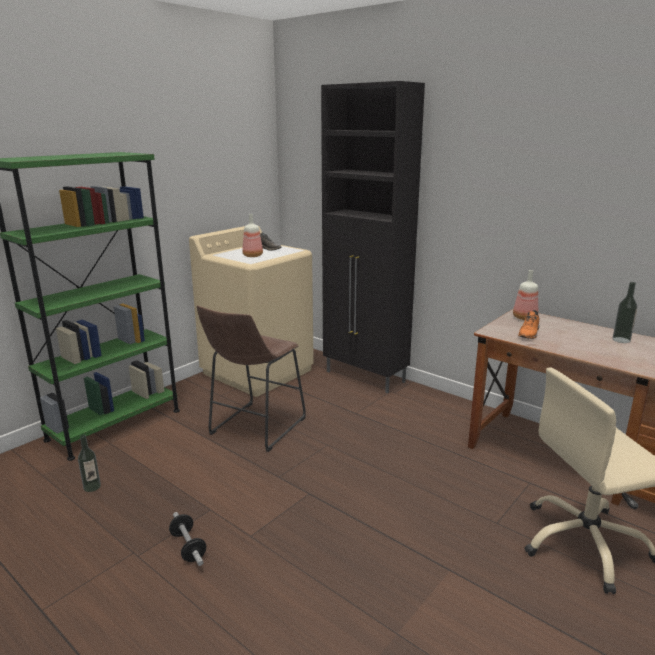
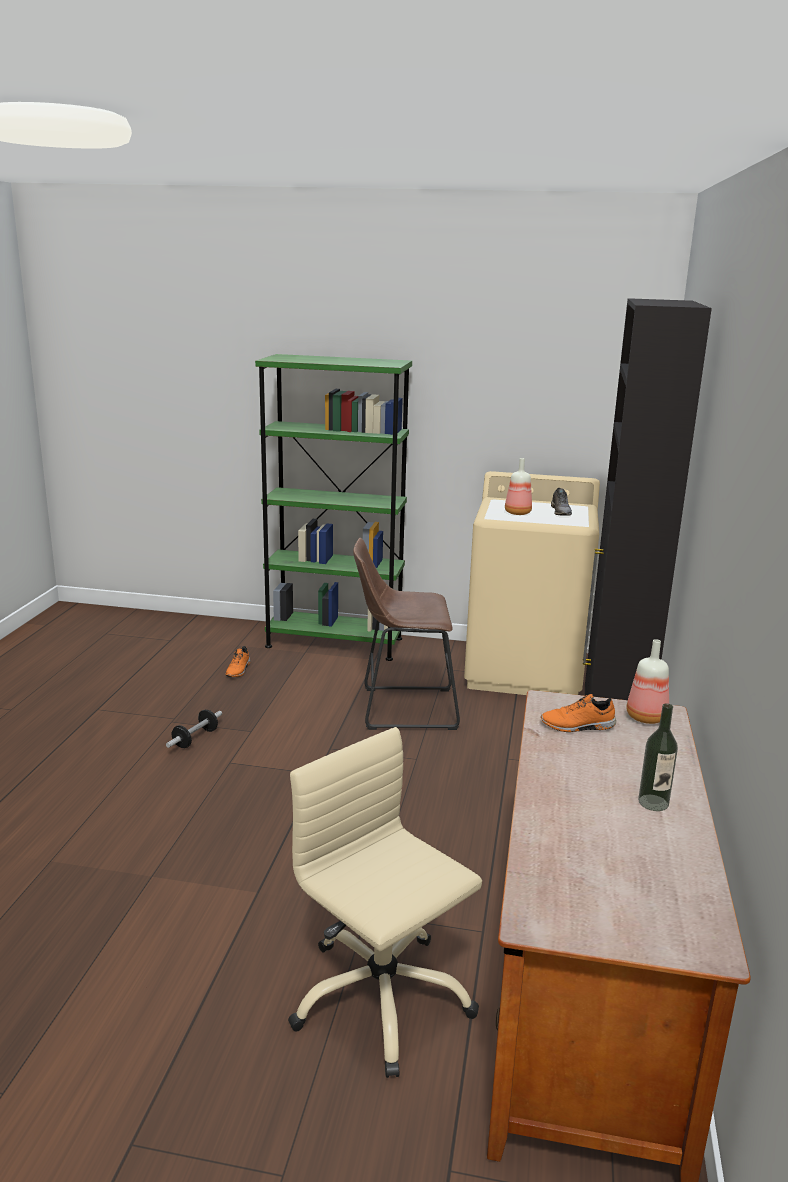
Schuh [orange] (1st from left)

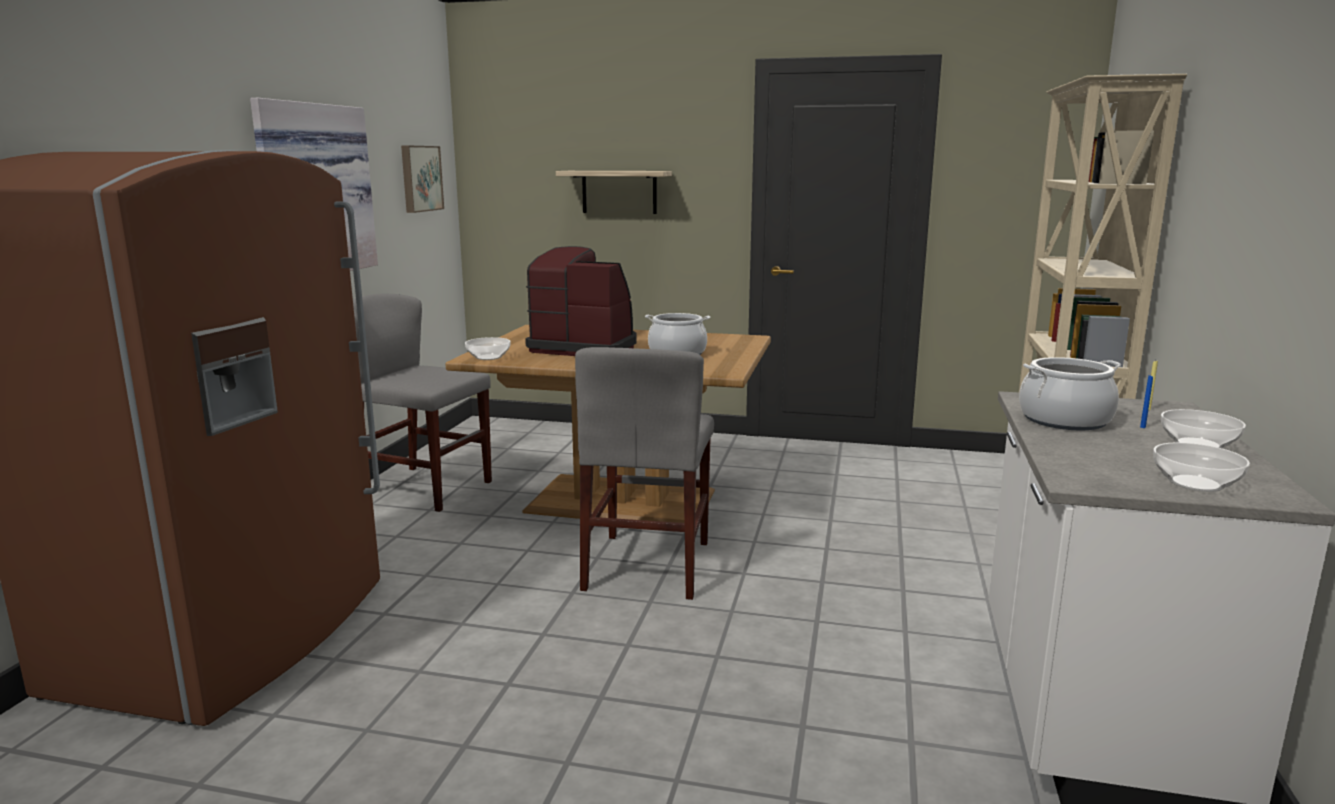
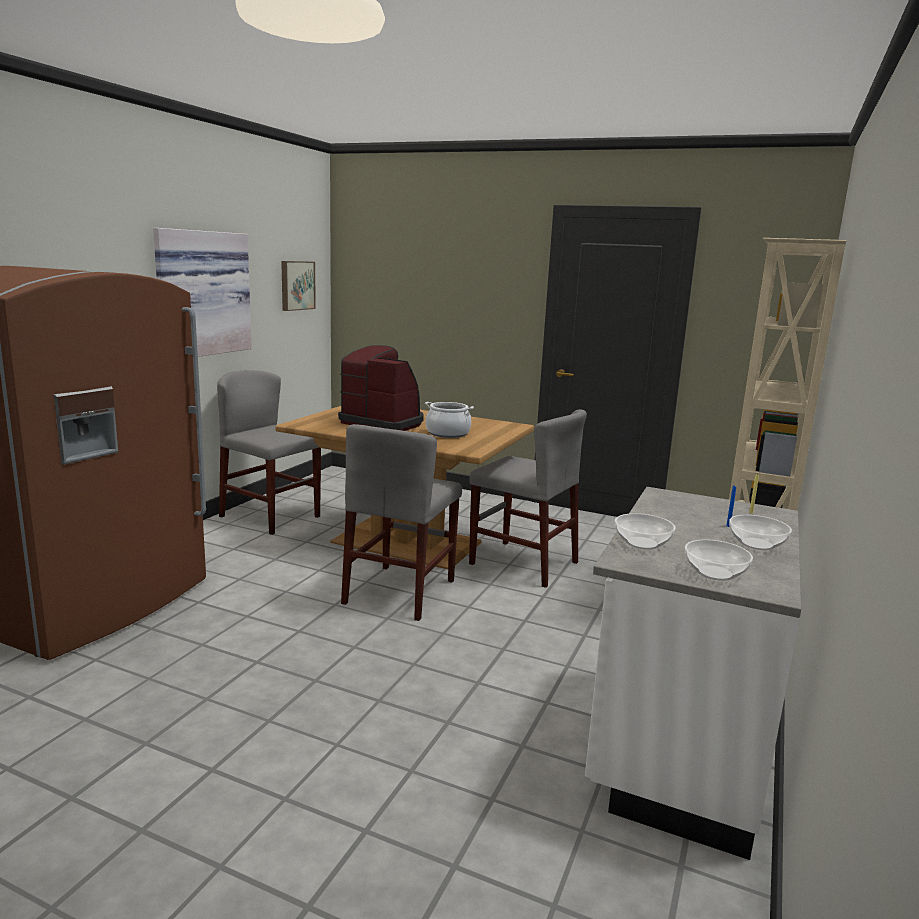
Schüssel (1st from left); Wandregal; Kochtopf (2nd from left in the first image); Stuhl [grau] (3rd from left)

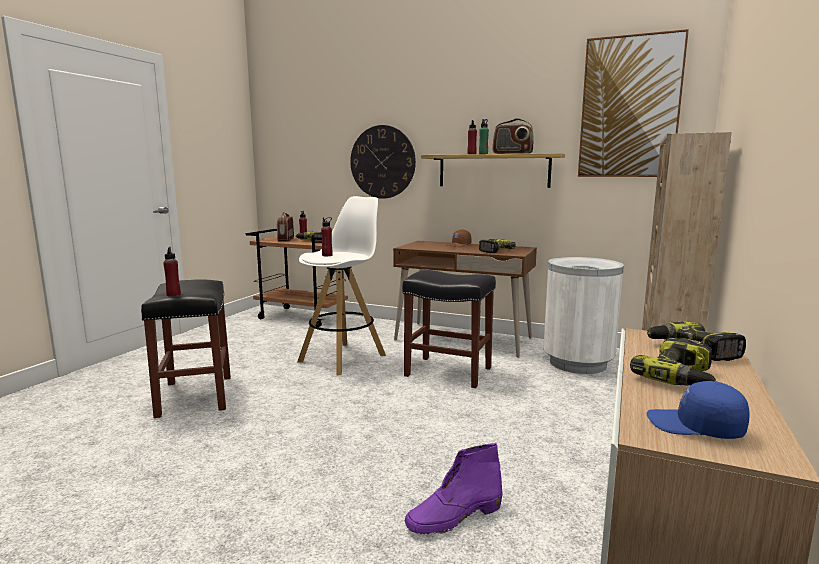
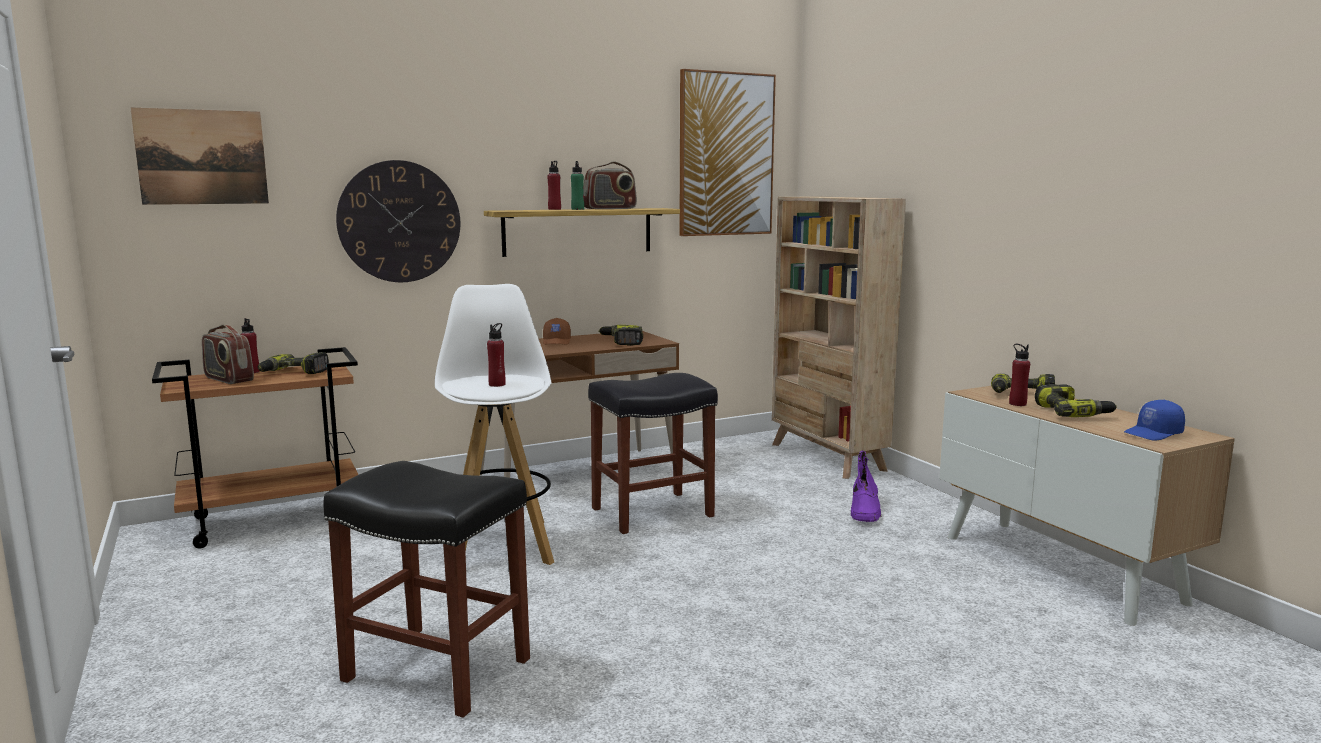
Flasche [rot] (4th from left); Stiefel [lila]; Mülleimer [weiß]; Bild (1st from left)

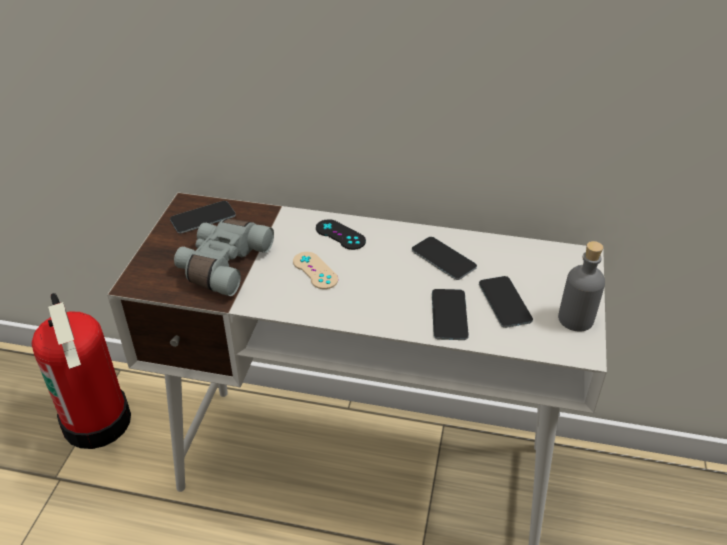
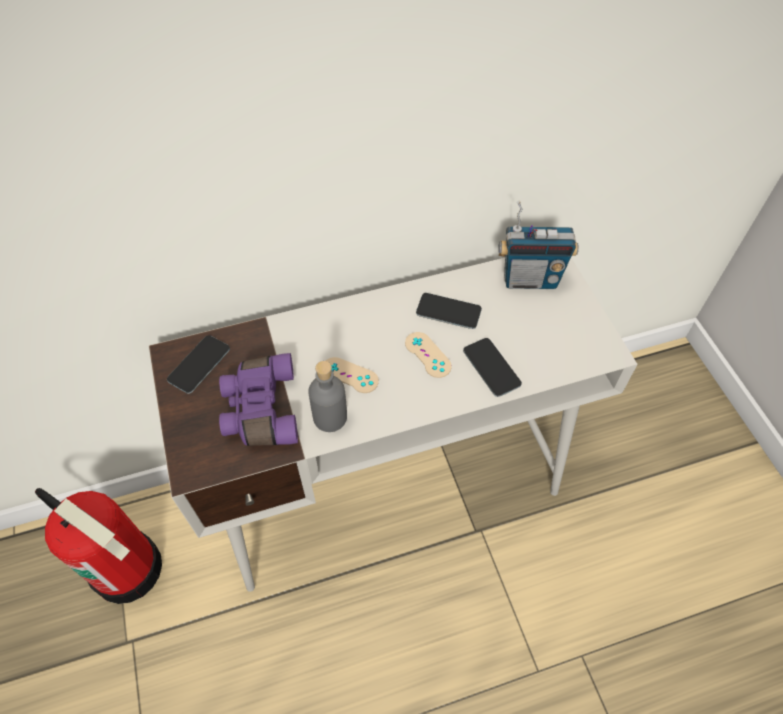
Fernglas [lila]; Gamepad [schwarz]; Handy (4th from left in the first image); Flasche [grau]; Gamepad [beige] (2nd from left); Radio

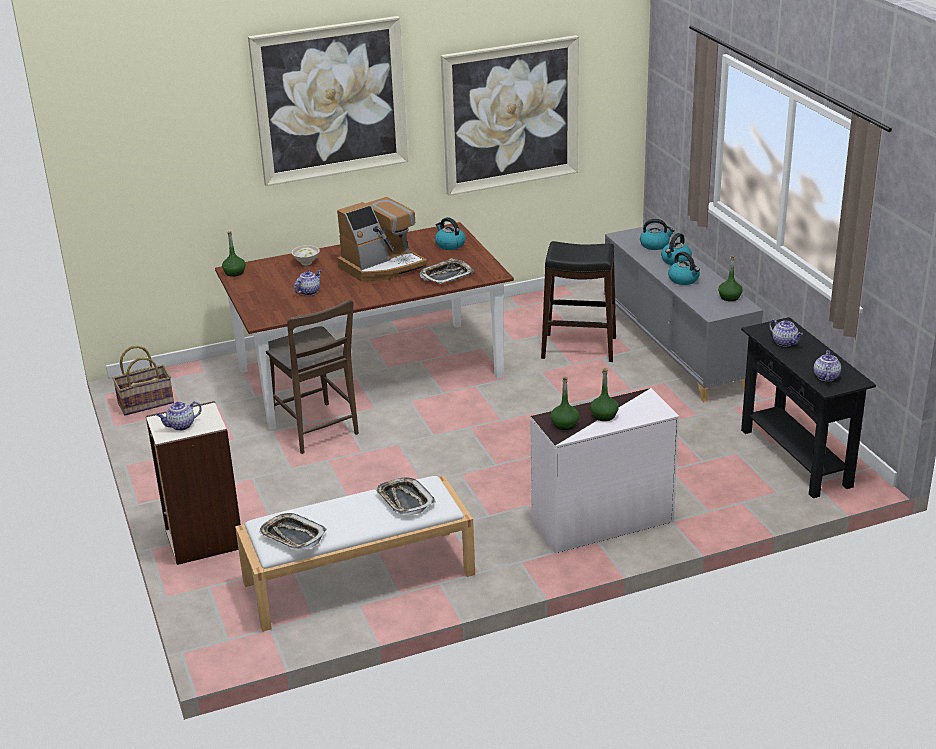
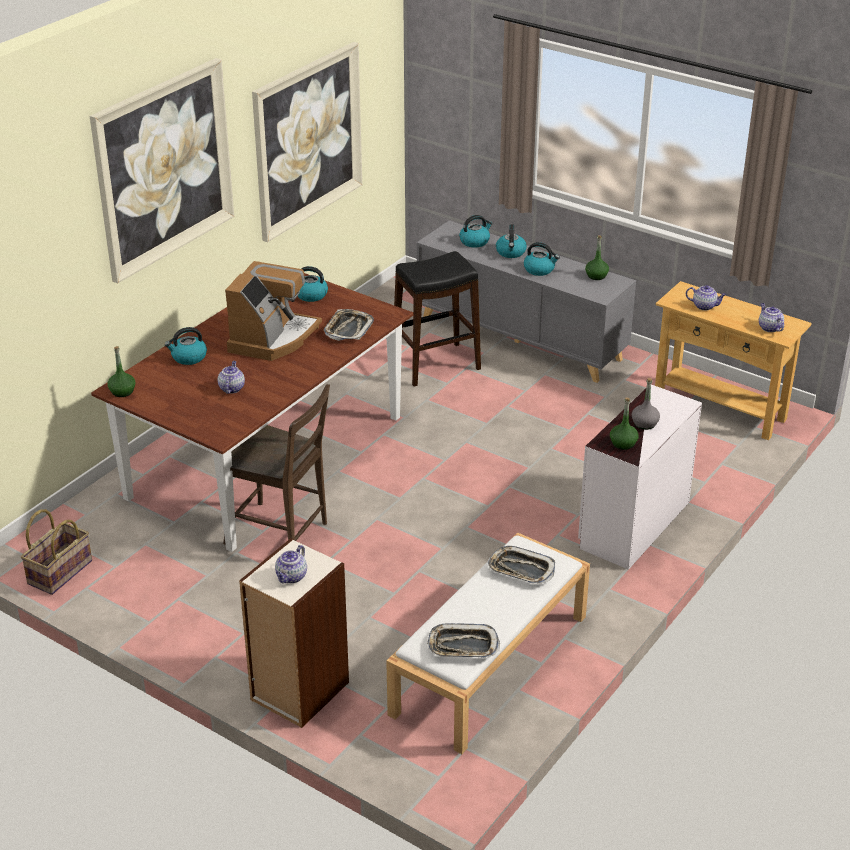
Wasserkessel (1st from left); Flasche [grau]; Konsolentisch [beige]

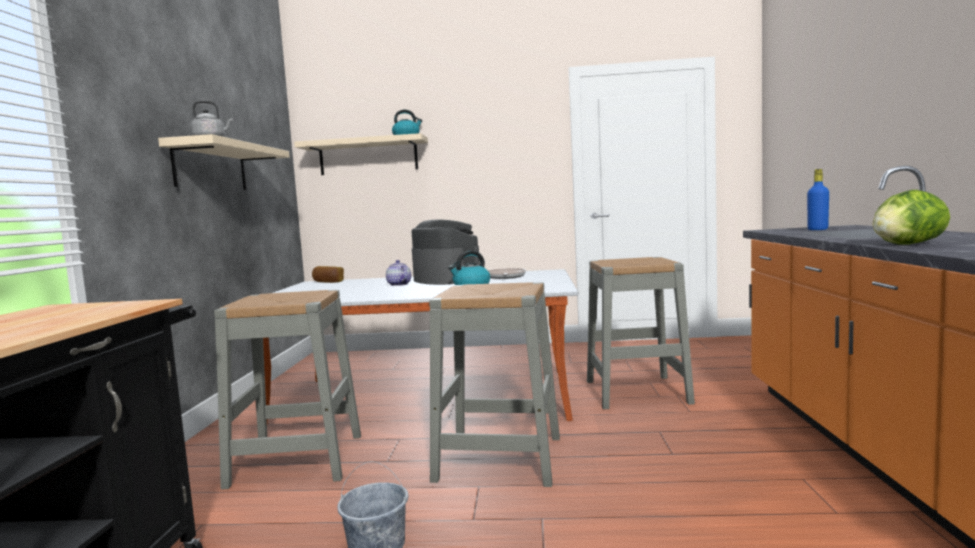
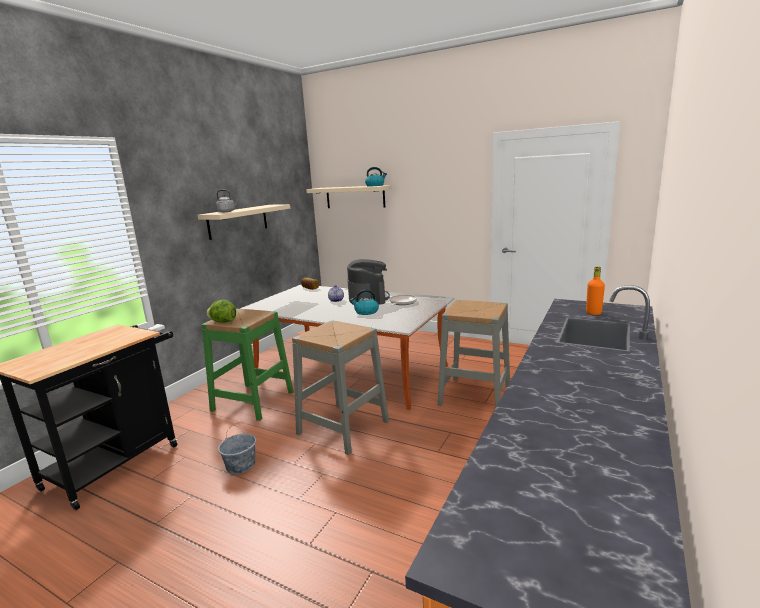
Hocker [grün]; Flasche [orange]; Salatkopf

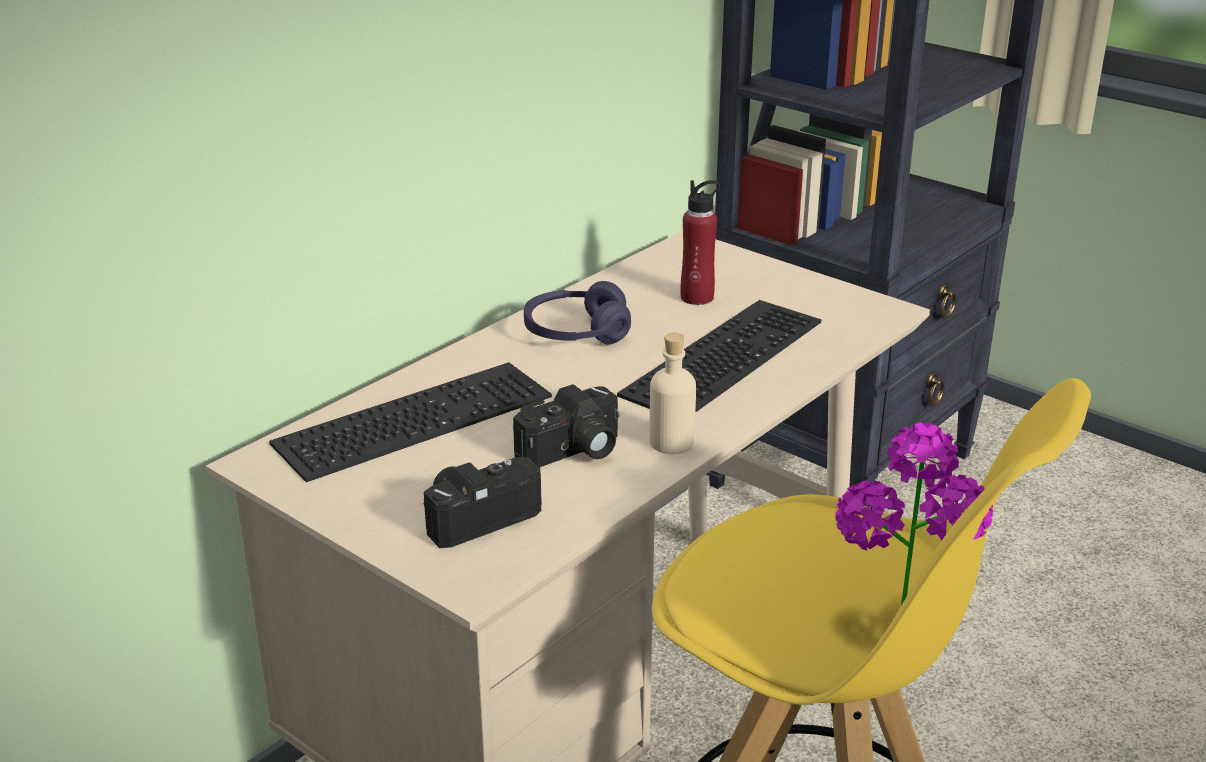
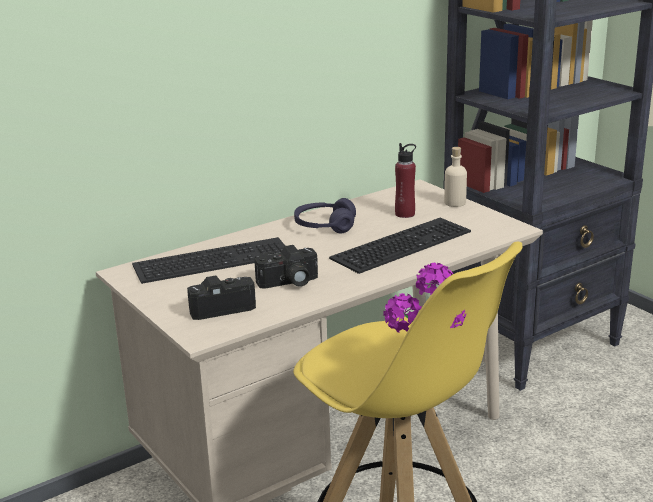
Flasche [beige]

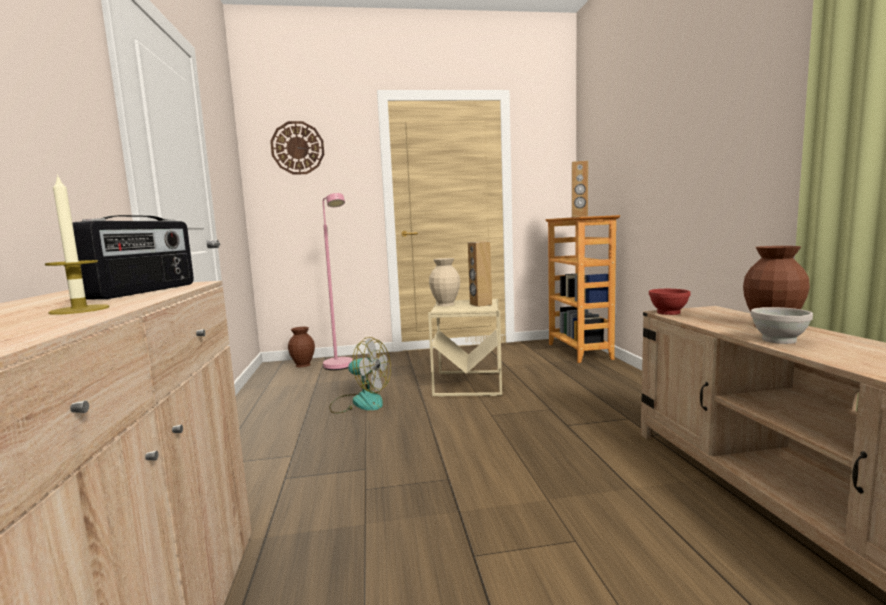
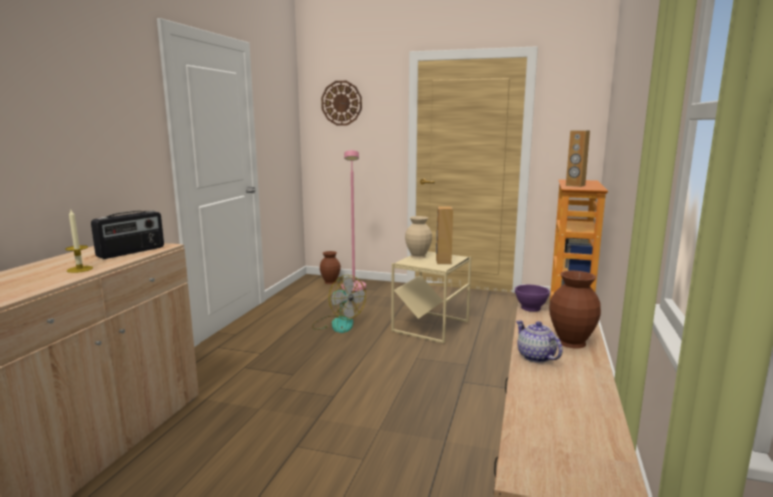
Schüssel [lila]; Teekanne

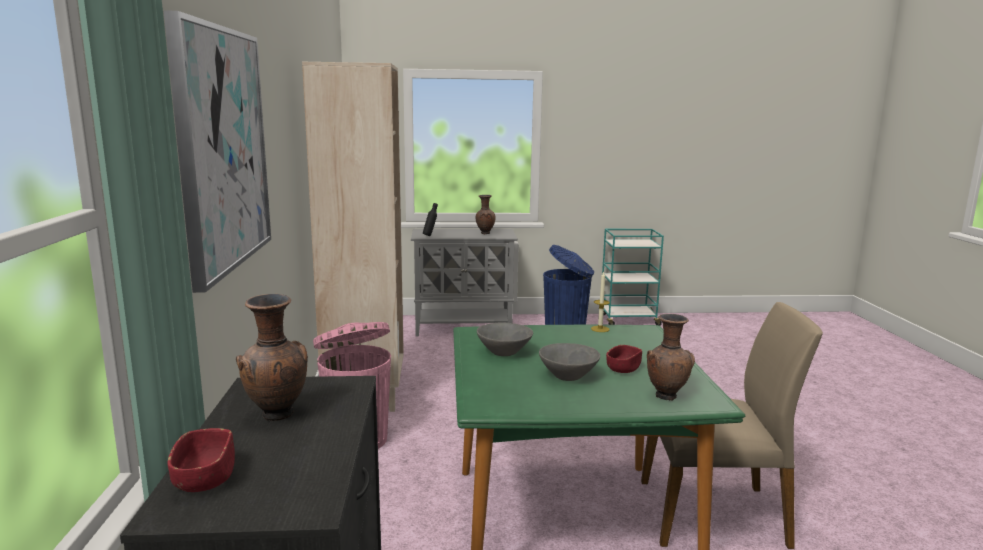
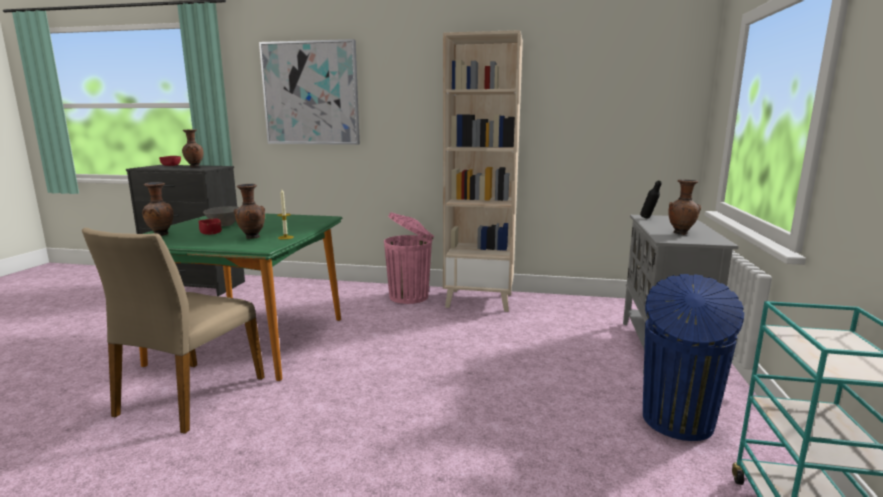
Schüssel [grau] (1st from left in the first image); Vase [braun] (3rd from left)

